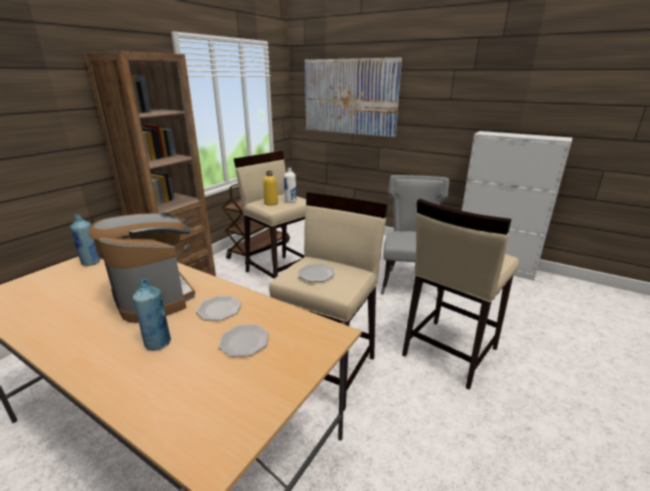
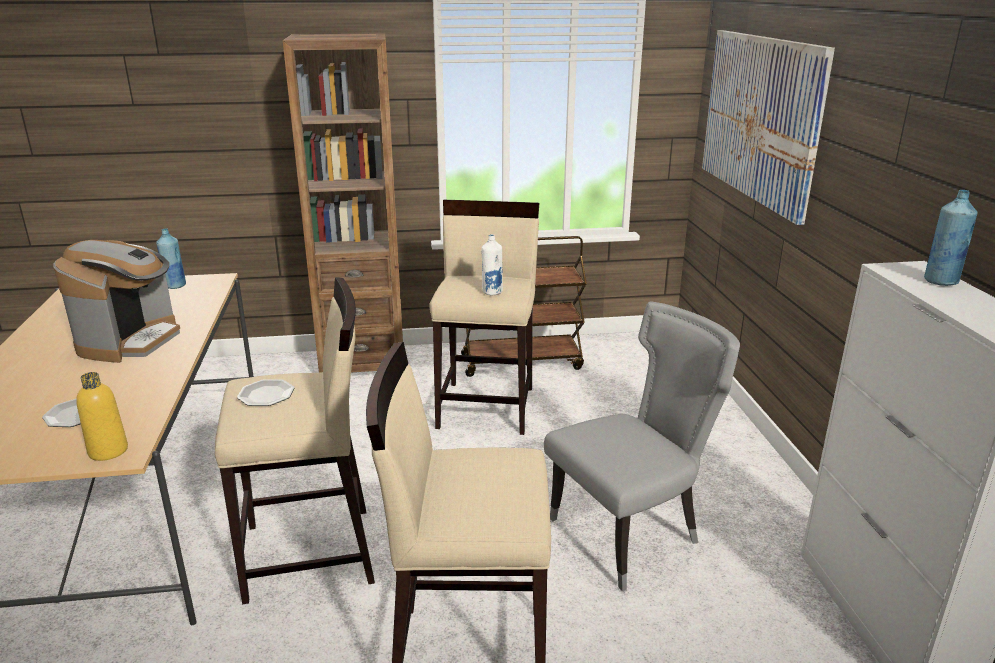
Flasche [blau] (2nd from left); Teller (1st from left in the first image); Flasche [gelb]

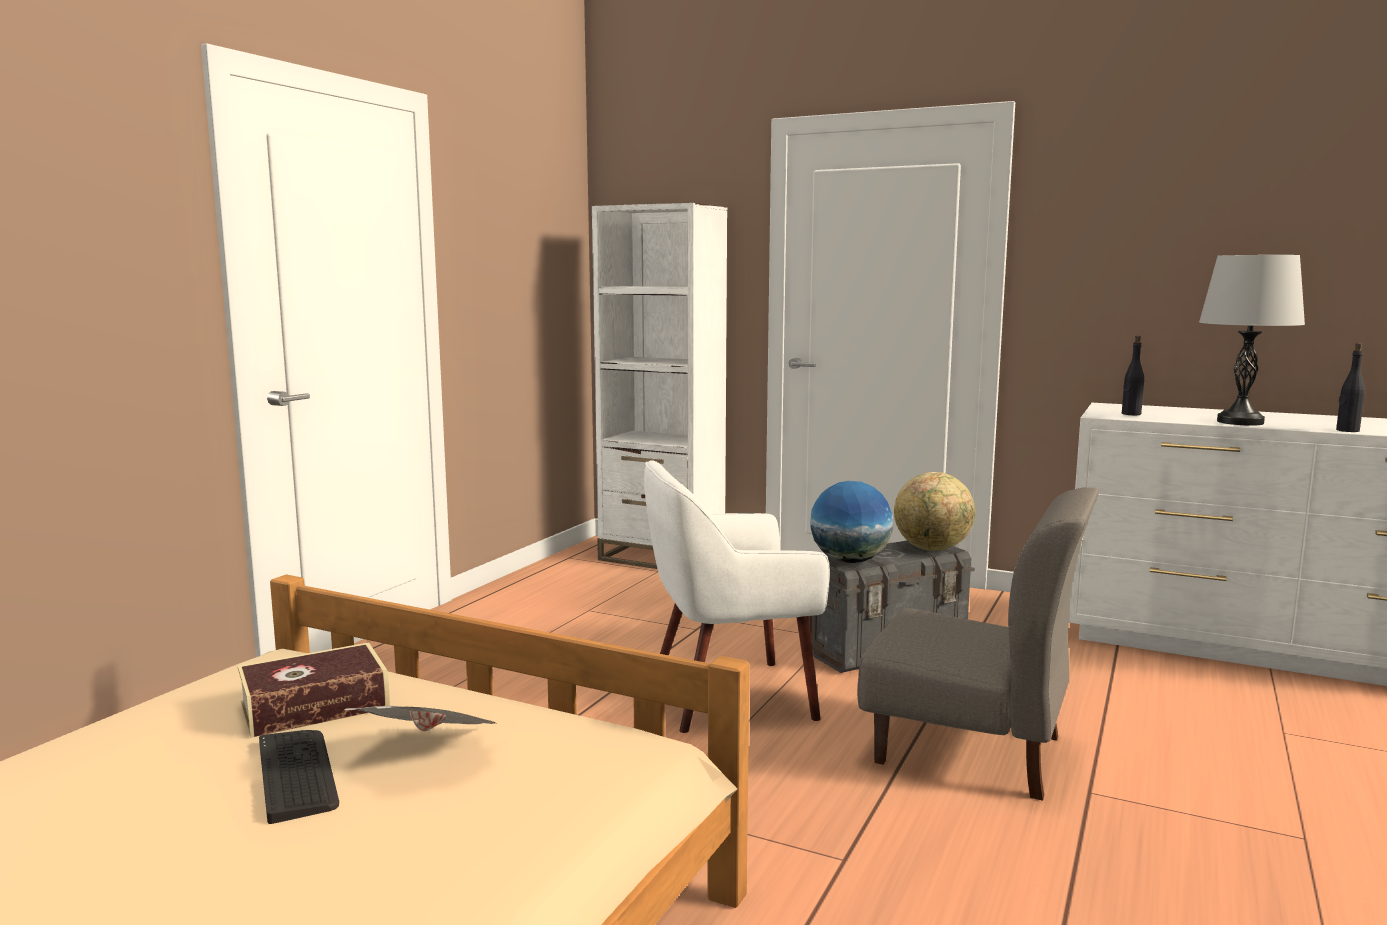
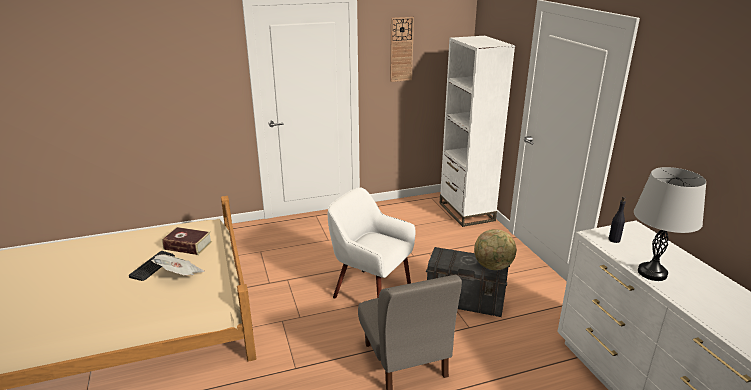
Globus (1st from left in the first image); Flasche [schwarz] (2nd from left in the first image); Wanduhr

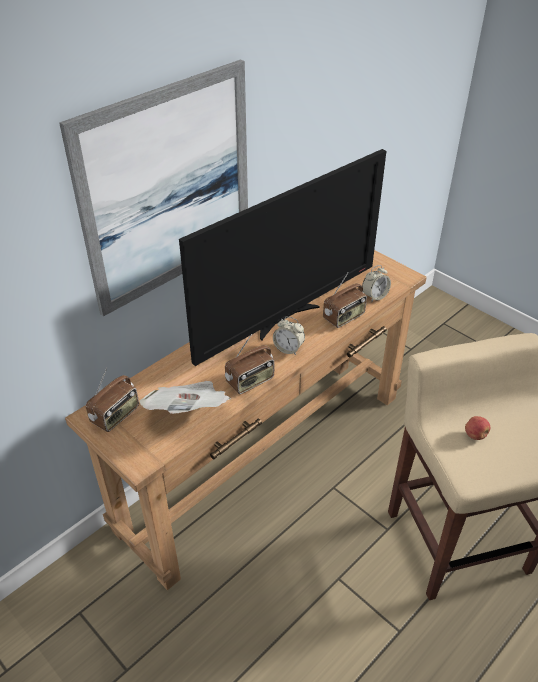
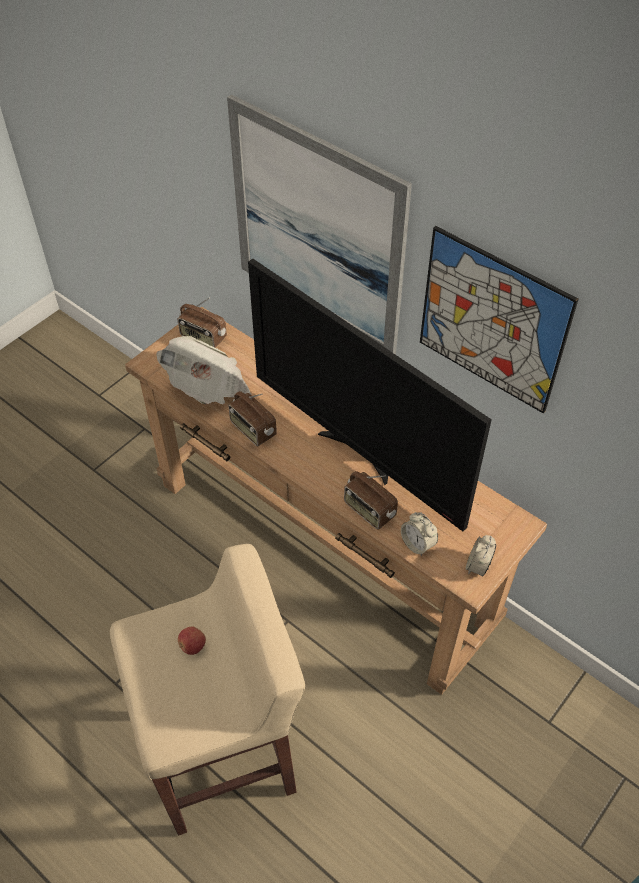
Wecker (2nd from left); Bild (2nd from left)

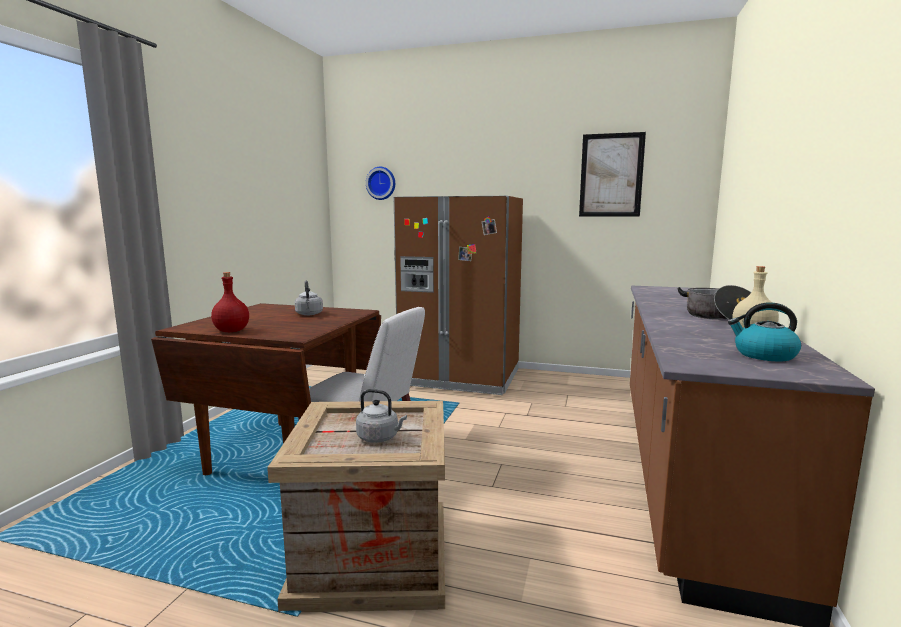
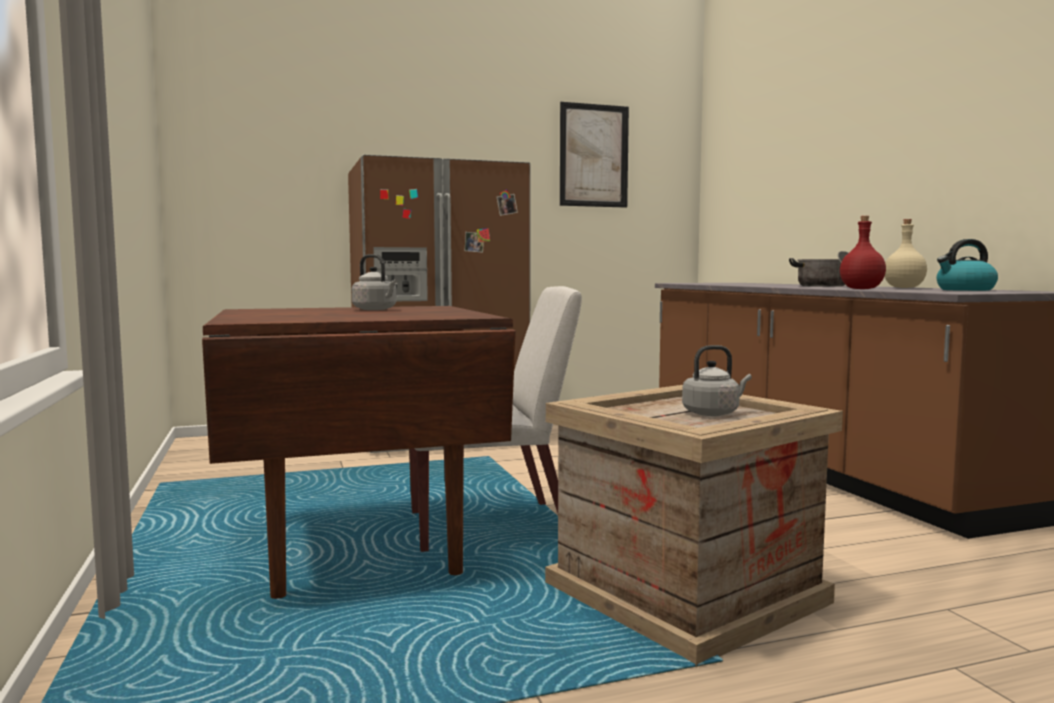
Flasche [rot]; Wanduhr

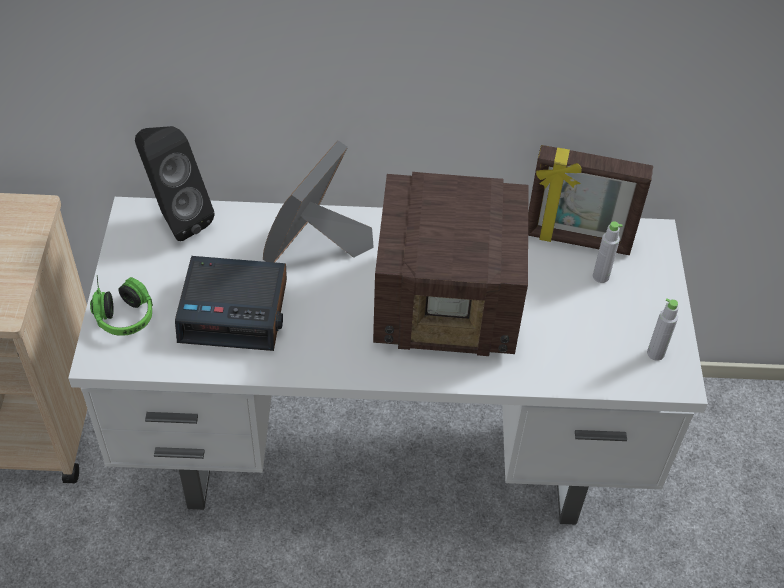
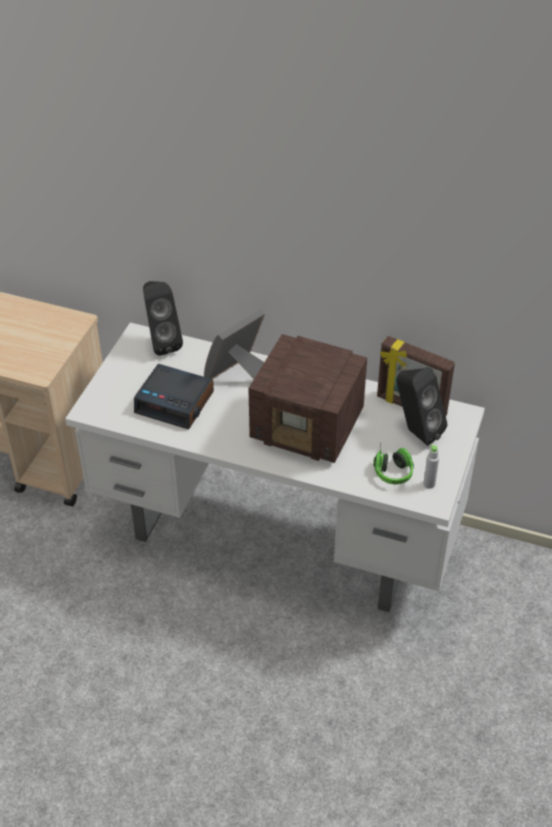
Kopfhörer; Lautsprecher [schwarz] (2nd from left)

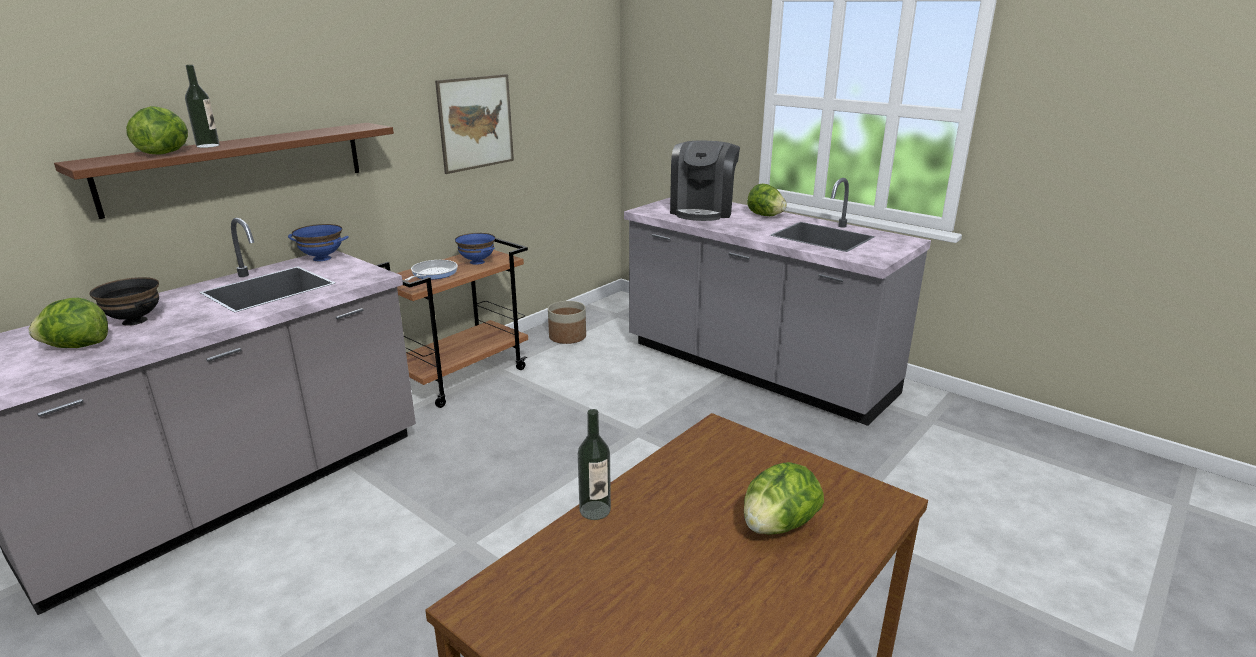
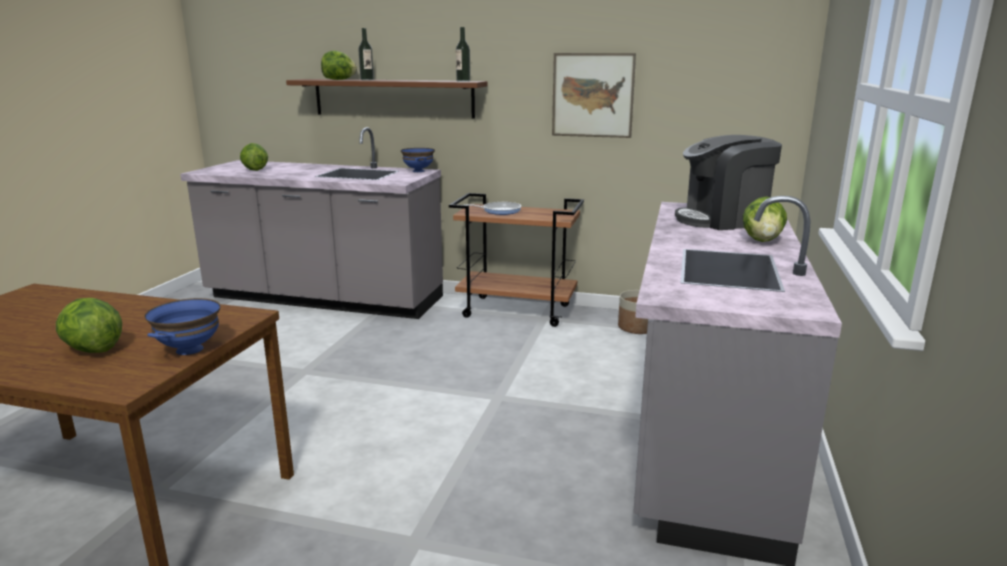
Schüssel [schwarz]; Schüssel [blau] (1st from left); Flasche (2nd from left)

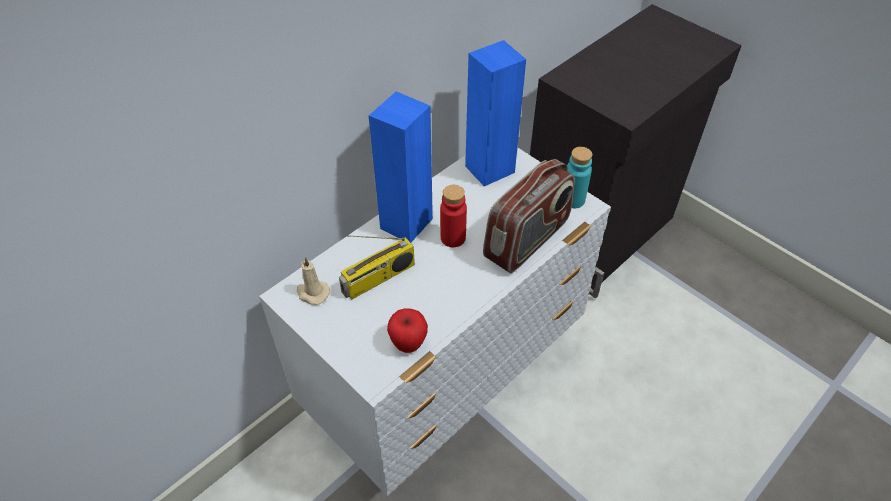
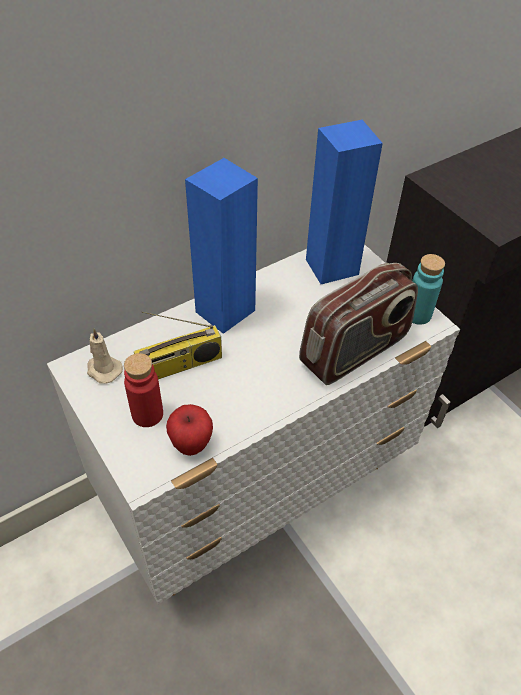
Flasche [rot]

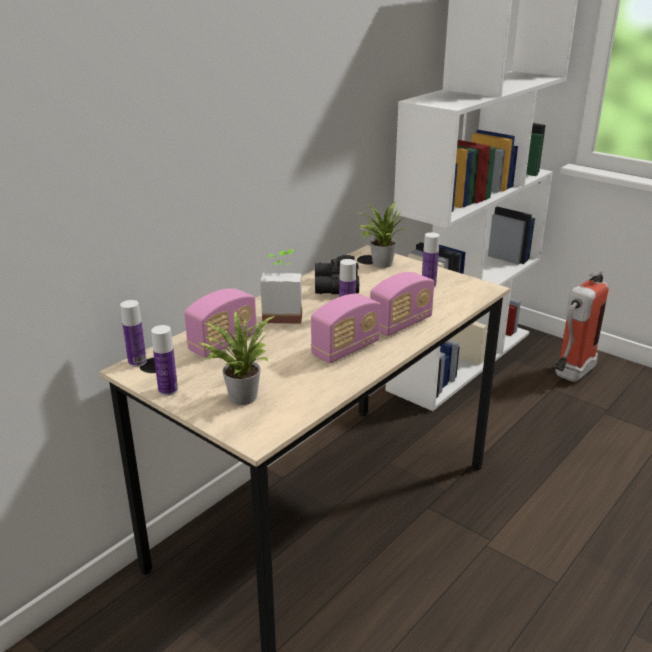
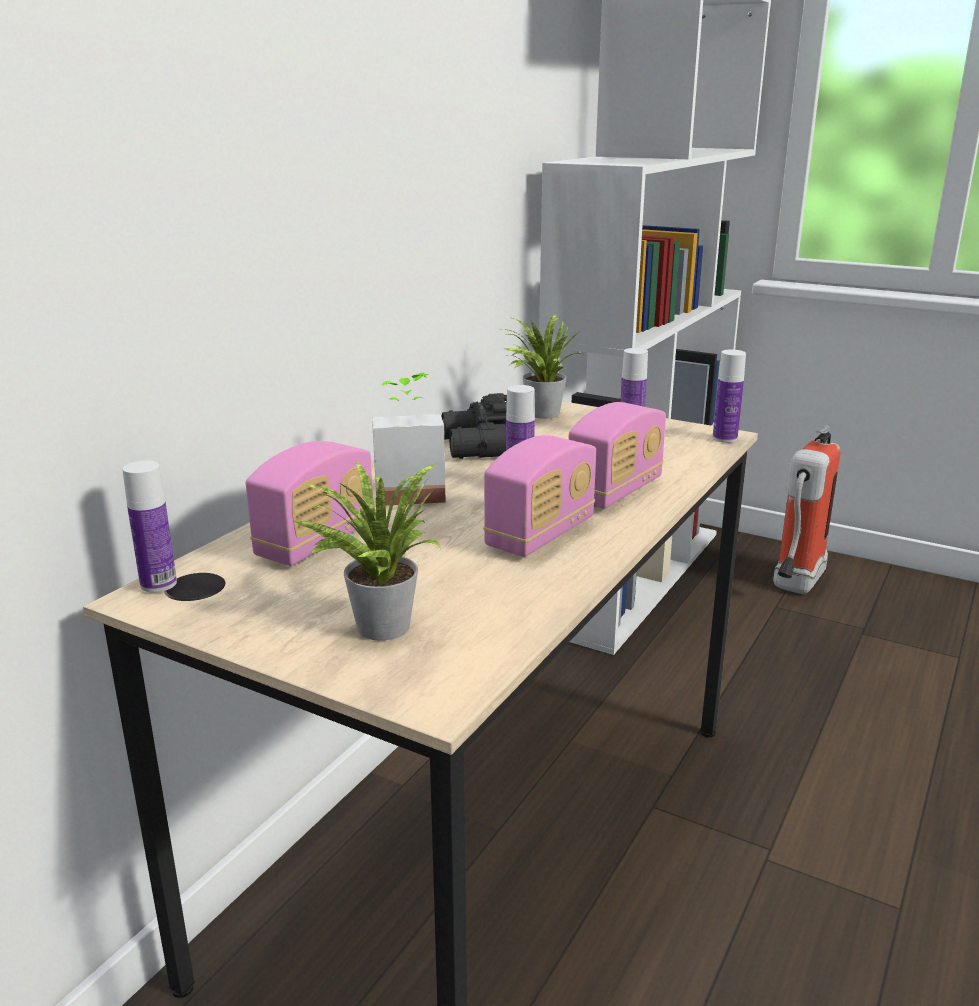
Flasche (4th from left)

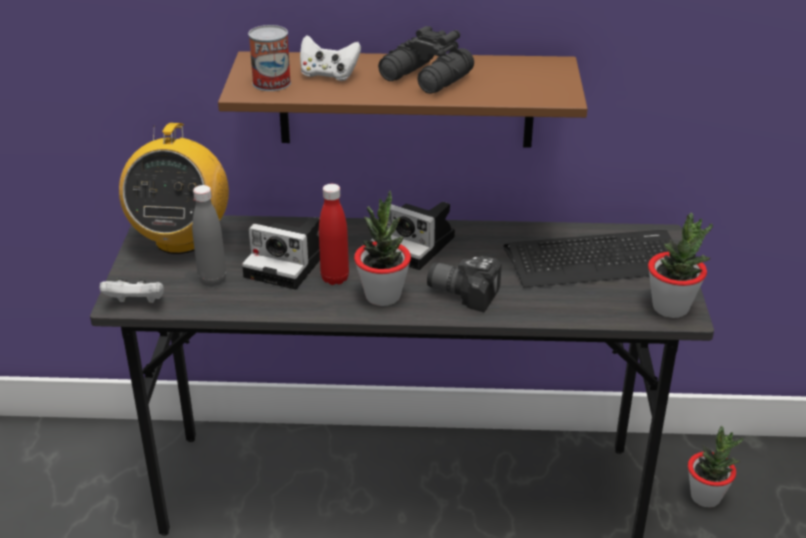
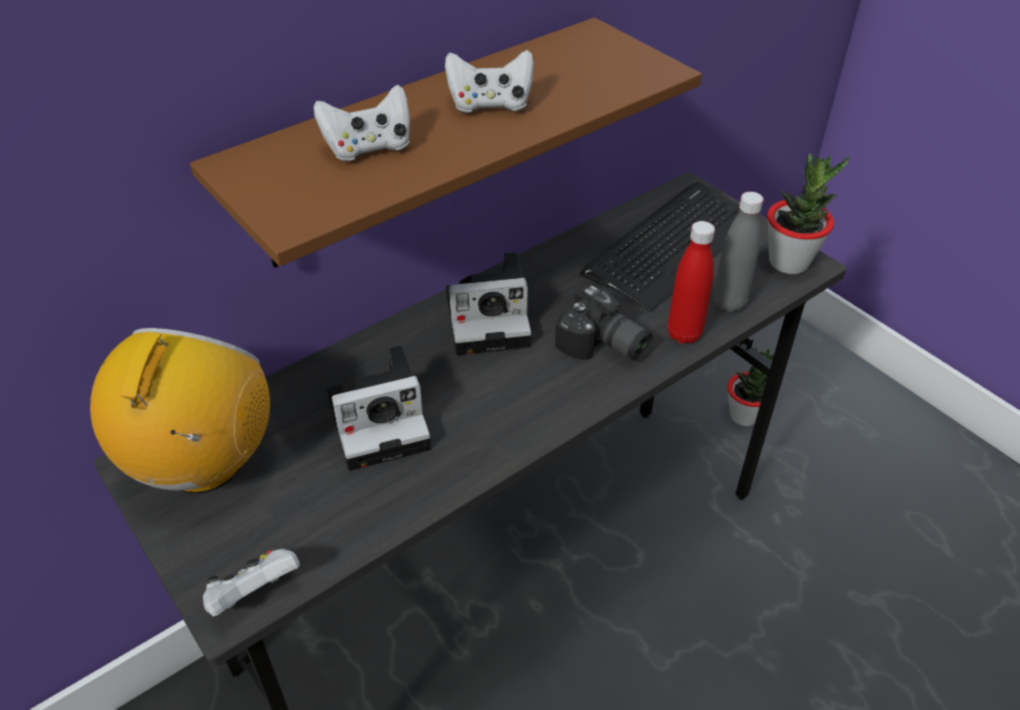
Radio; Flasche [grau]; Dose; Flasche [rot]; Topfpflanze (1st from left in the first image); Gamepad [weiß] (3rd from left); Kamera (3rd from left)

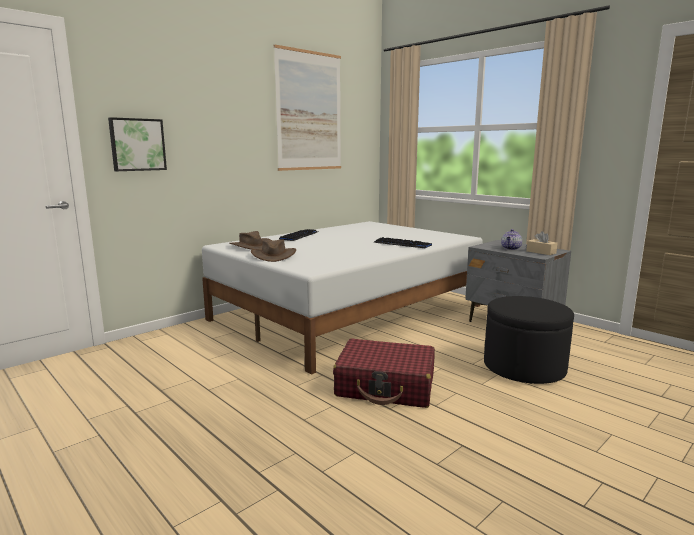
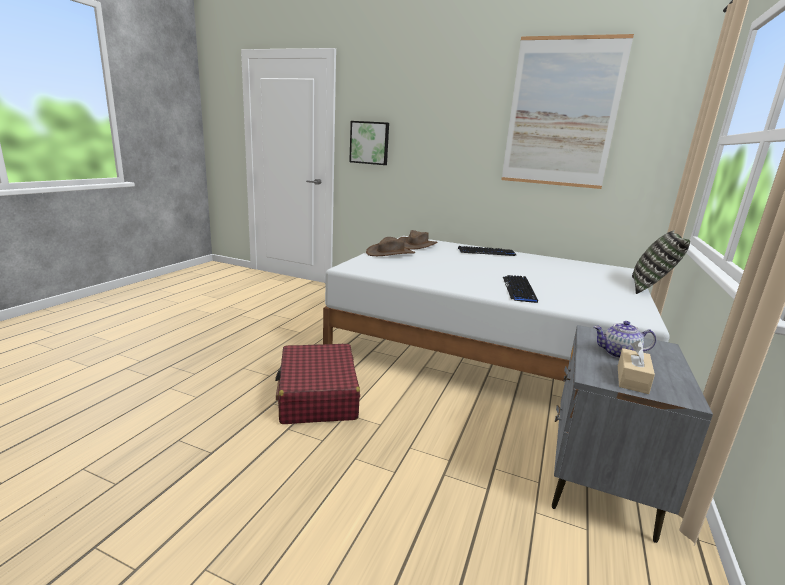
Polsterhocker [schwarz]; Kissen

